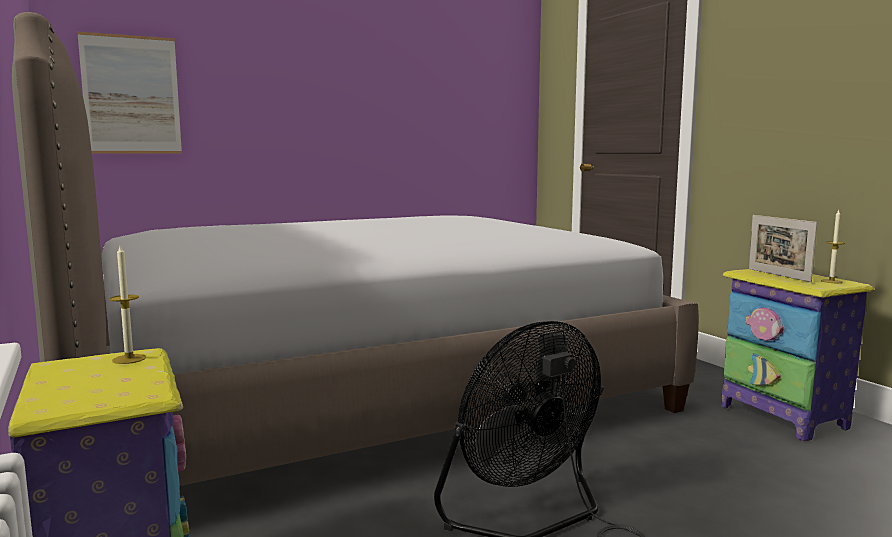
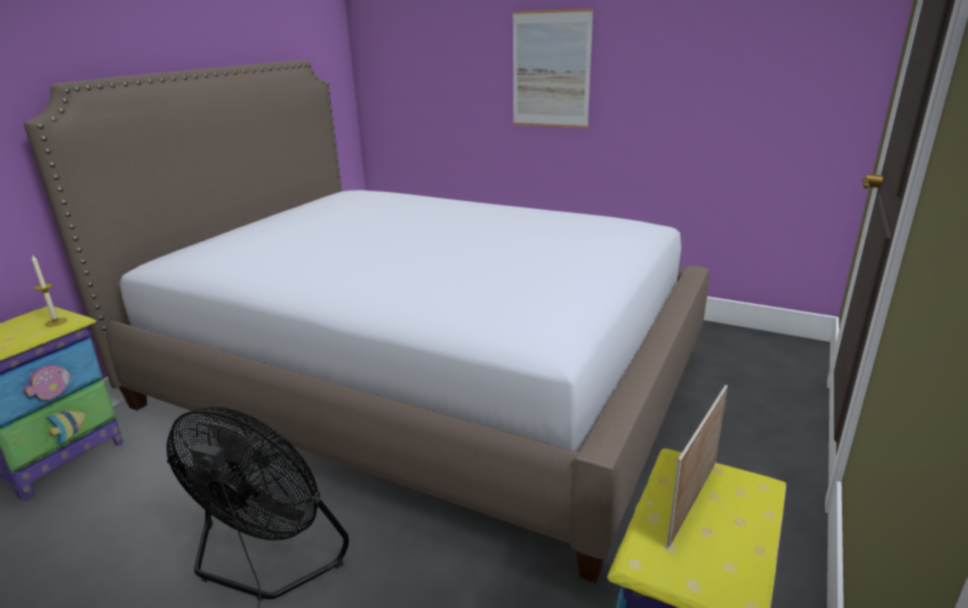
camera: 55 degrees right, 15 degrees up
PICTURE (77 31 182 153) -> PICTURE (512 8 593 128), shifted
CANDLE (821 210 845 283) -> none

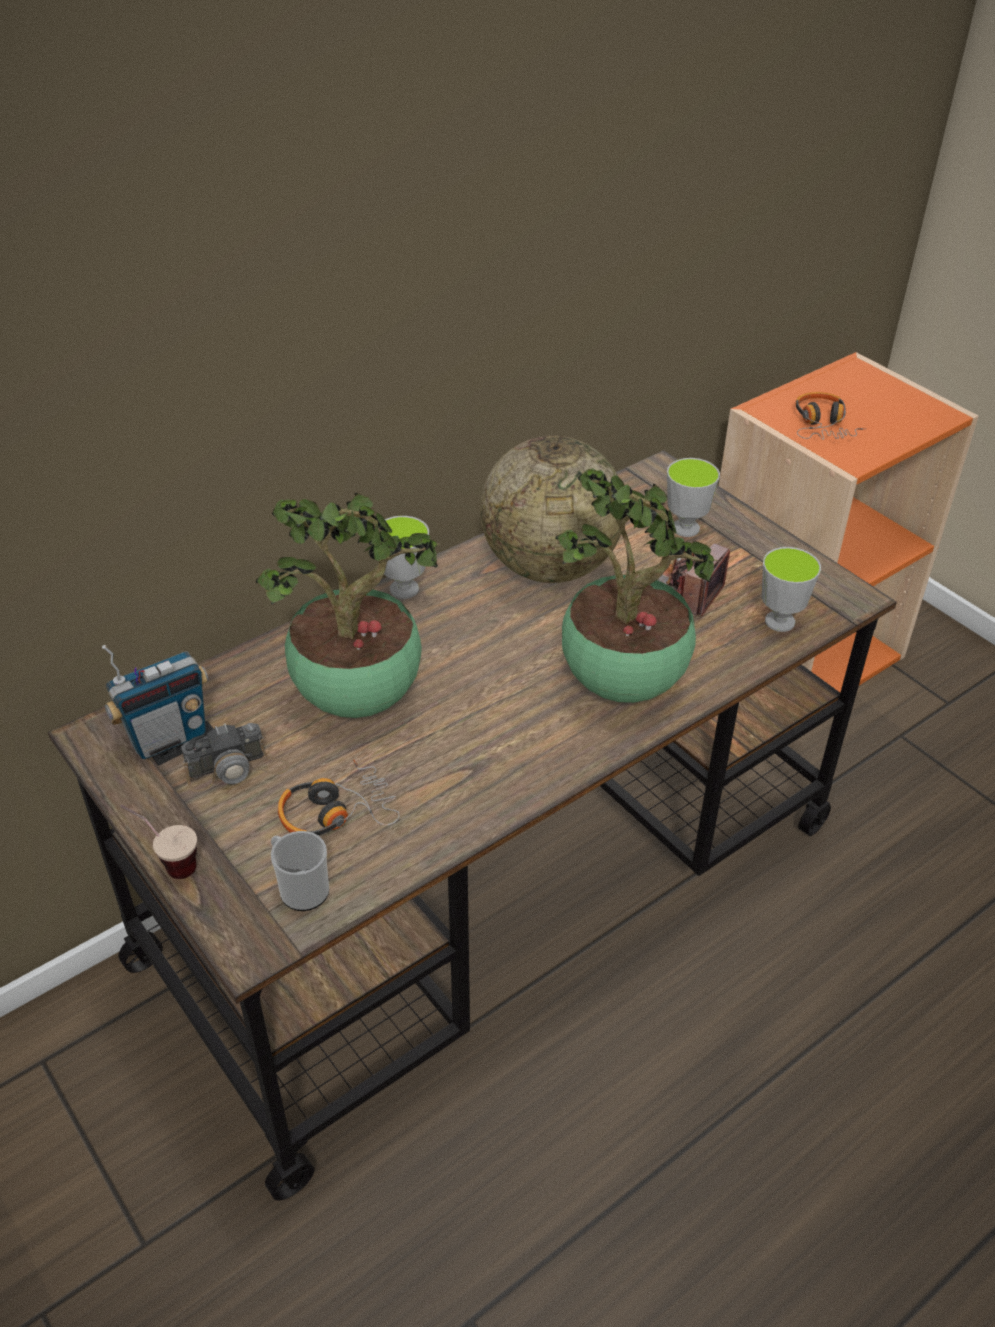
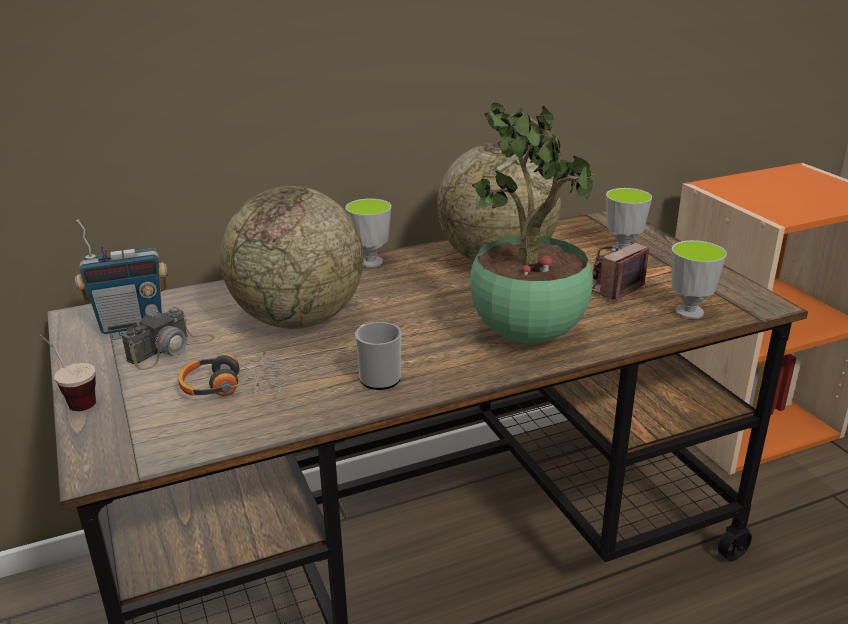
camera: 15 degrees right, 15 degrees down
PHOTO CAMERA (181 723 290 792) -> PHOTO CAMERA (122 307 215 370), 45 degrees counterclockwise
POTTED PLANT (256 493 439 718) -> GLOBE (220 186 364 329)
MUG (271 831 329 911) -> MUG (355 322 402 390), shifted
HEADPHONES (796 392 866 440) -> none

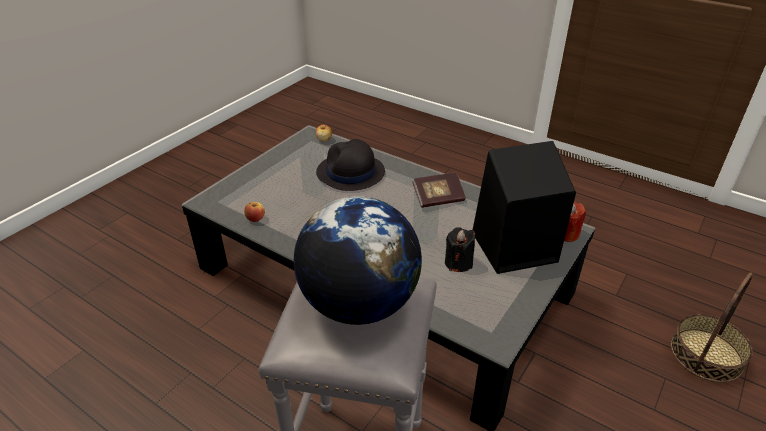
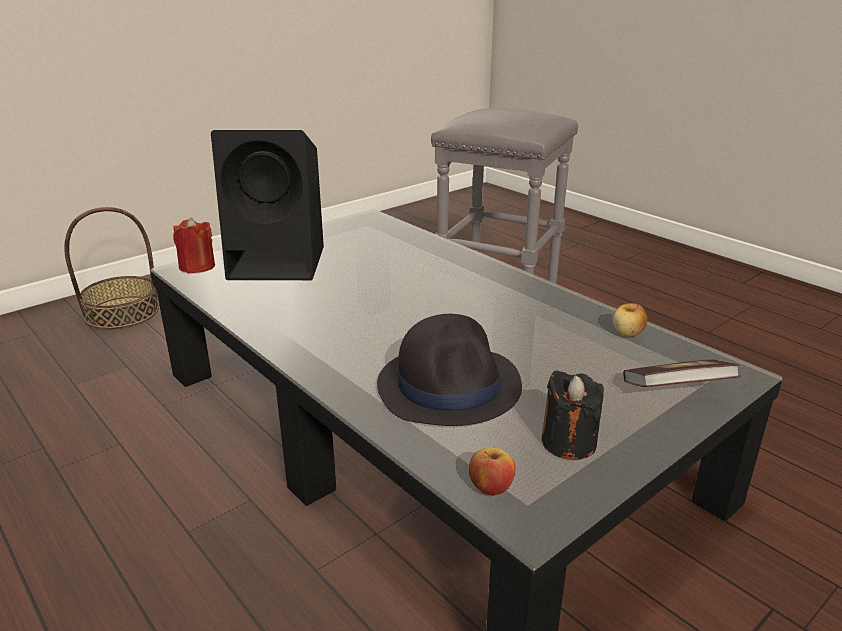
camera: 165 degrees left, 10 degrees down
BLACK CANDLE (445 227 475 272) -> BLACK CANDLE (541 370 604 460), shifted
BOOK (412 173 466 208) -> BOOK (623 359 741 387), shifted
GLOBE (294 196 422 325) -> none

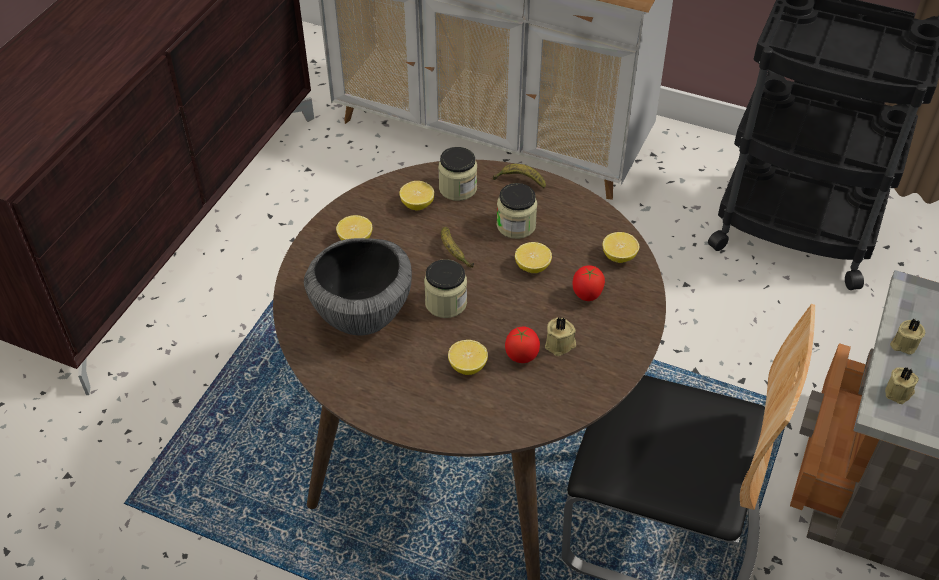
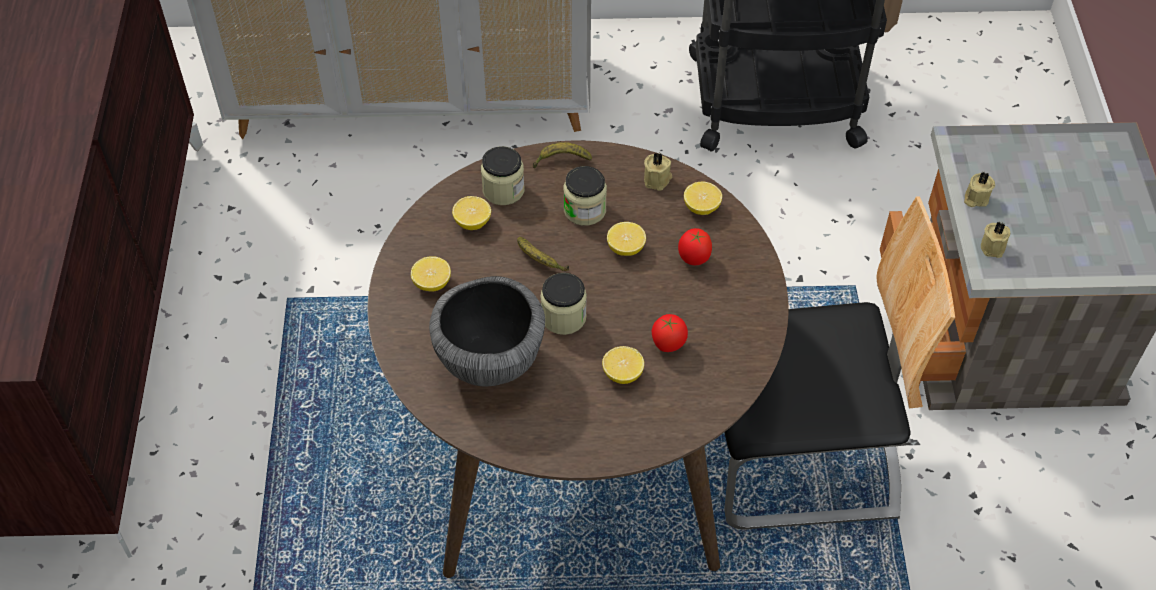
camera: 25 degrees left, 5 degrees up
BEIGE CANDLE (545 318 576 356) -> BEIGE CANDLE (644 153 672 191), shifted

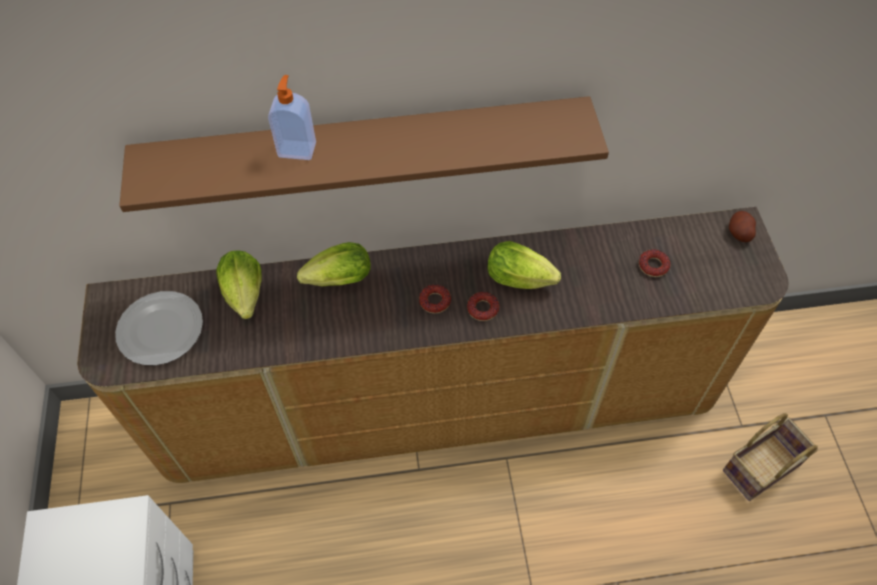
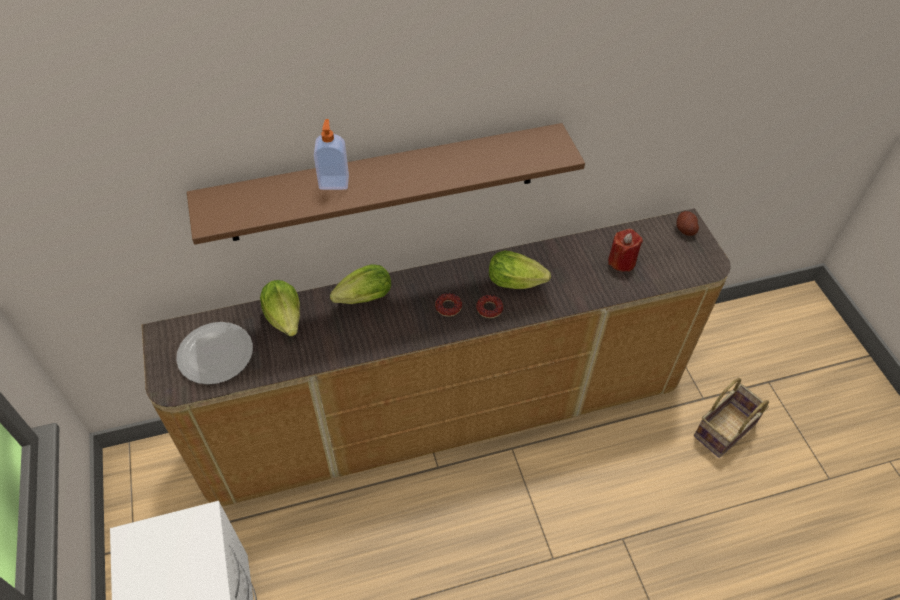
camera: 10 degrees left, 5 degrees down
DONUT (639 250 670 277) -> RED CANDLE (608 229 643 272)

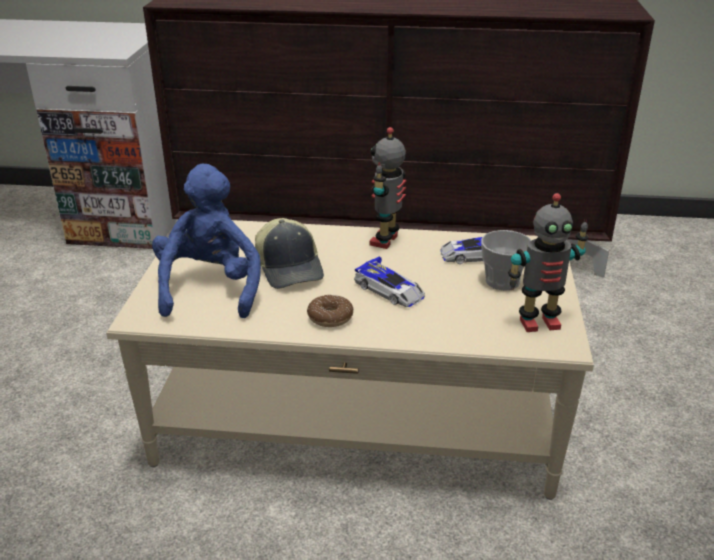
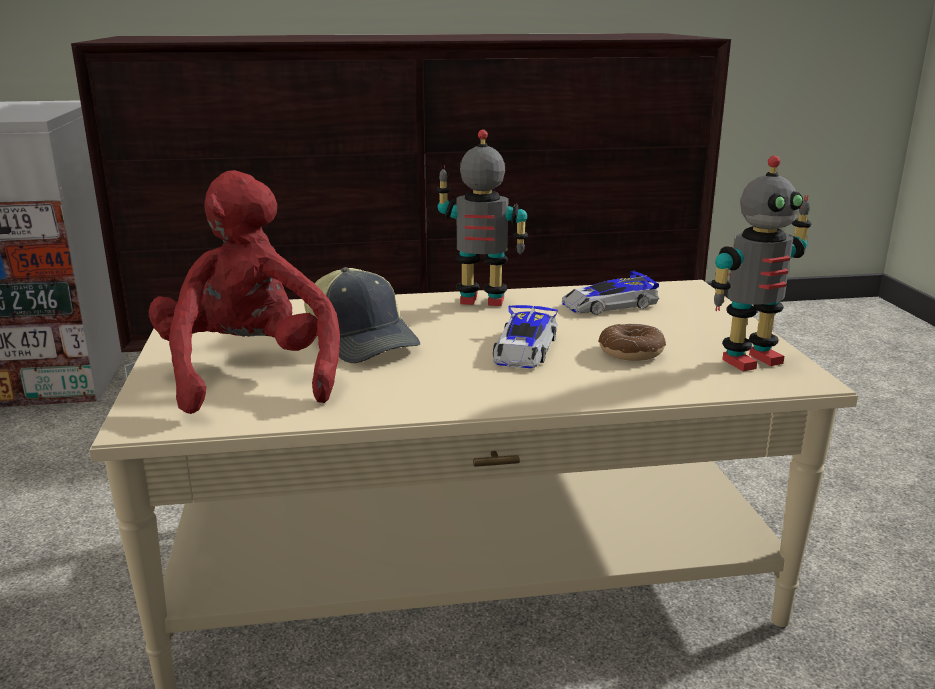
camera: 15 degrees left, 10 degrees down
BLUE PLUSH TOY (152 164 261 318) -> RED PLUSH TOY (149 170 340 414)
TOY ROBOT (369 127 406 249) -> TOY ROBOT (436 130 528 306), 90 degrees clockwise
TOY CAR (354 256 425 307) -> TOY CAR (493 305 558 368), 75 degrees clockwise
DONUT (307 295 353 327) -> DONUT (598 324 666 361), shifted
CUP (481 230 532 291) -> none

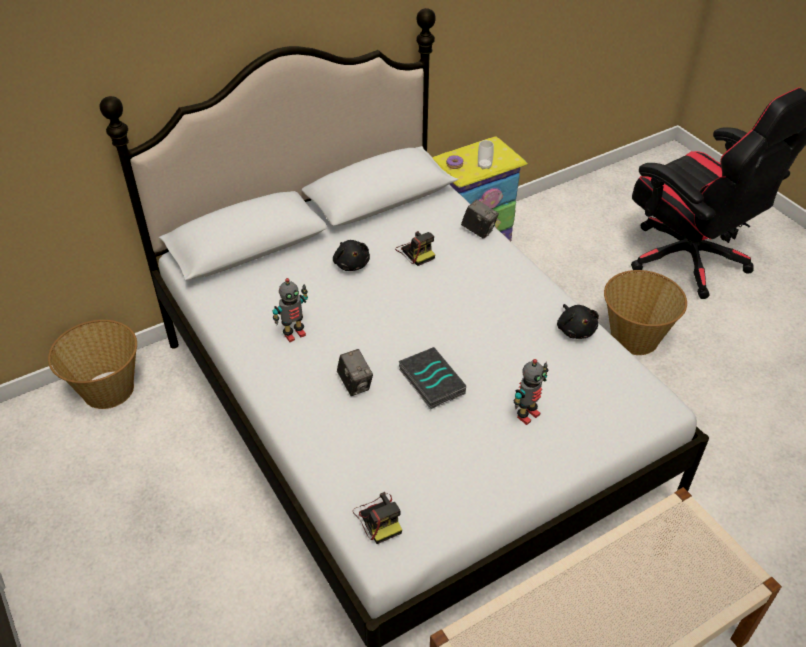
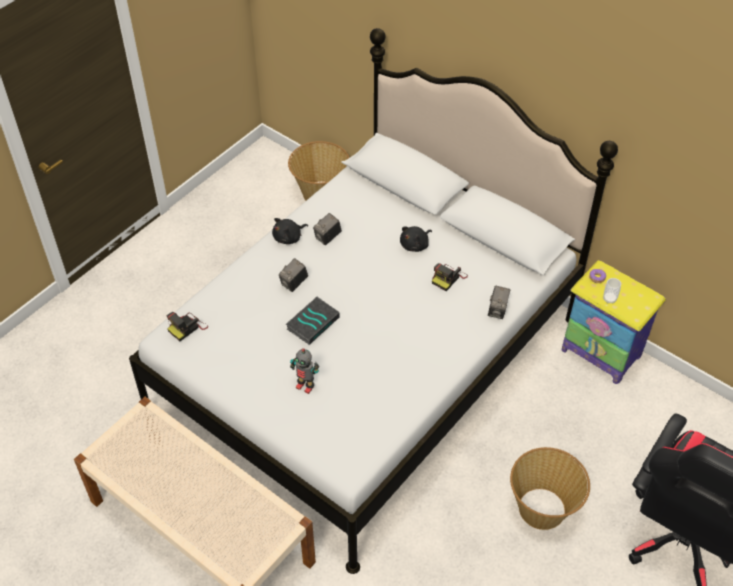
camera: 70 degrees right, 5 degrees up
BLACK PLUSH TOY (557 304 599 339) -> BLACK PLUSH TOY (272 218 308 244), shifted
TOY ROBOT (272 278 308 342) -> PHOTO CAMERA (313 213 342 245)

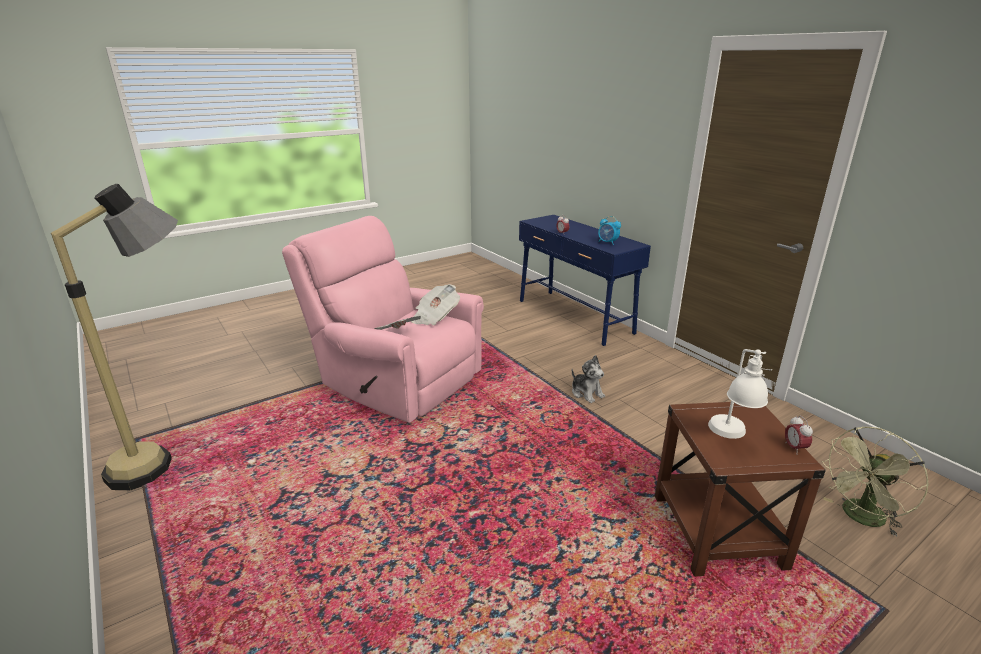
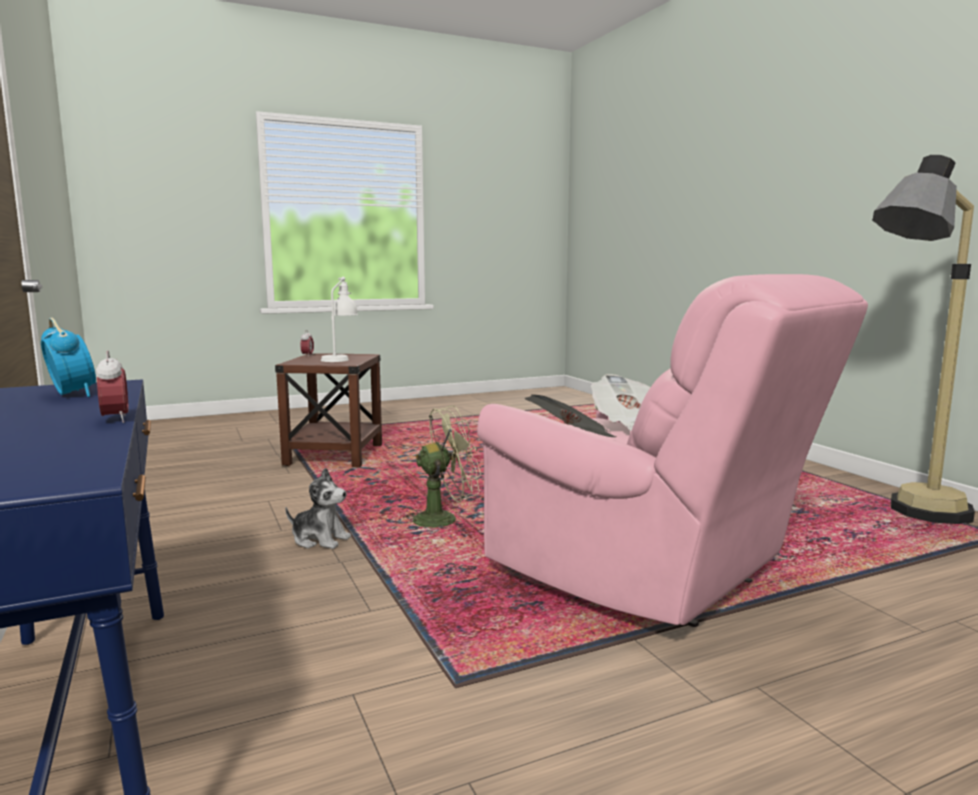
camera: 170 degrees left, 15 degrees down
PLUSH TOY (572 355 605 403) -> PLUSH TOY (285 467 351 549), 135 degrees clockwise
GREEN FAN (822 427 929 537) -> GREEN FAN (403 406 481 528), shifted

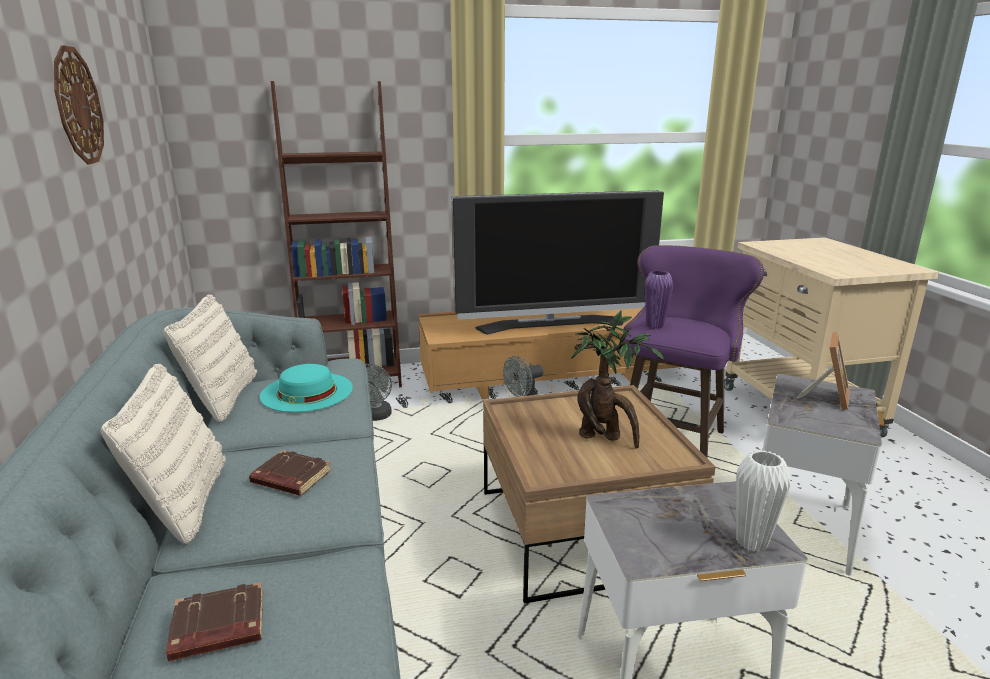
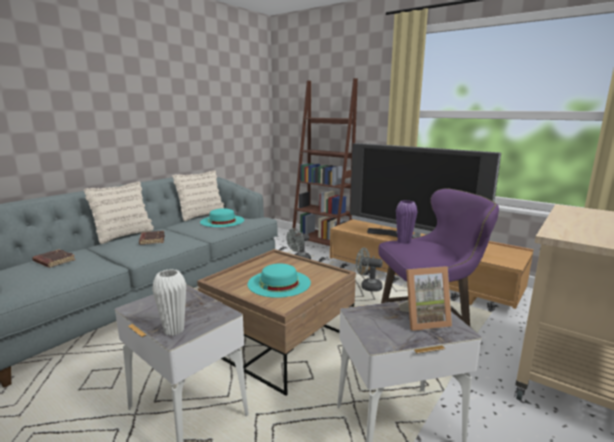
camera: 50 degrees right, 5 degrees down
POTTED PLANT (571 310 664 449) -> TURQUOISE HAT (248 264 311 298)
WALL CLOCK (54 45 104 165) -> none

